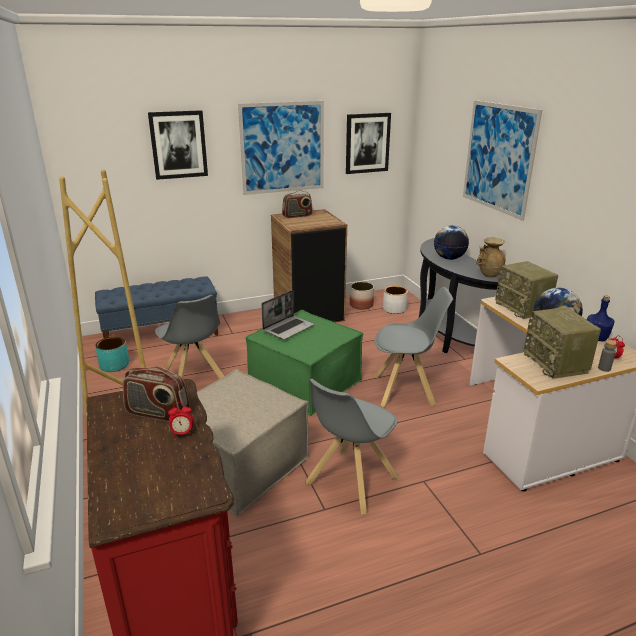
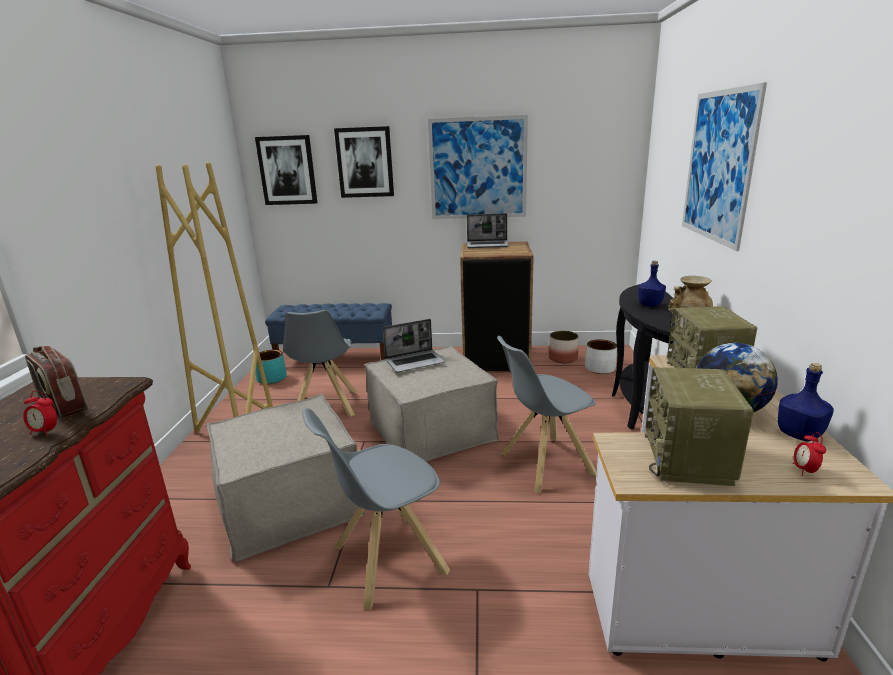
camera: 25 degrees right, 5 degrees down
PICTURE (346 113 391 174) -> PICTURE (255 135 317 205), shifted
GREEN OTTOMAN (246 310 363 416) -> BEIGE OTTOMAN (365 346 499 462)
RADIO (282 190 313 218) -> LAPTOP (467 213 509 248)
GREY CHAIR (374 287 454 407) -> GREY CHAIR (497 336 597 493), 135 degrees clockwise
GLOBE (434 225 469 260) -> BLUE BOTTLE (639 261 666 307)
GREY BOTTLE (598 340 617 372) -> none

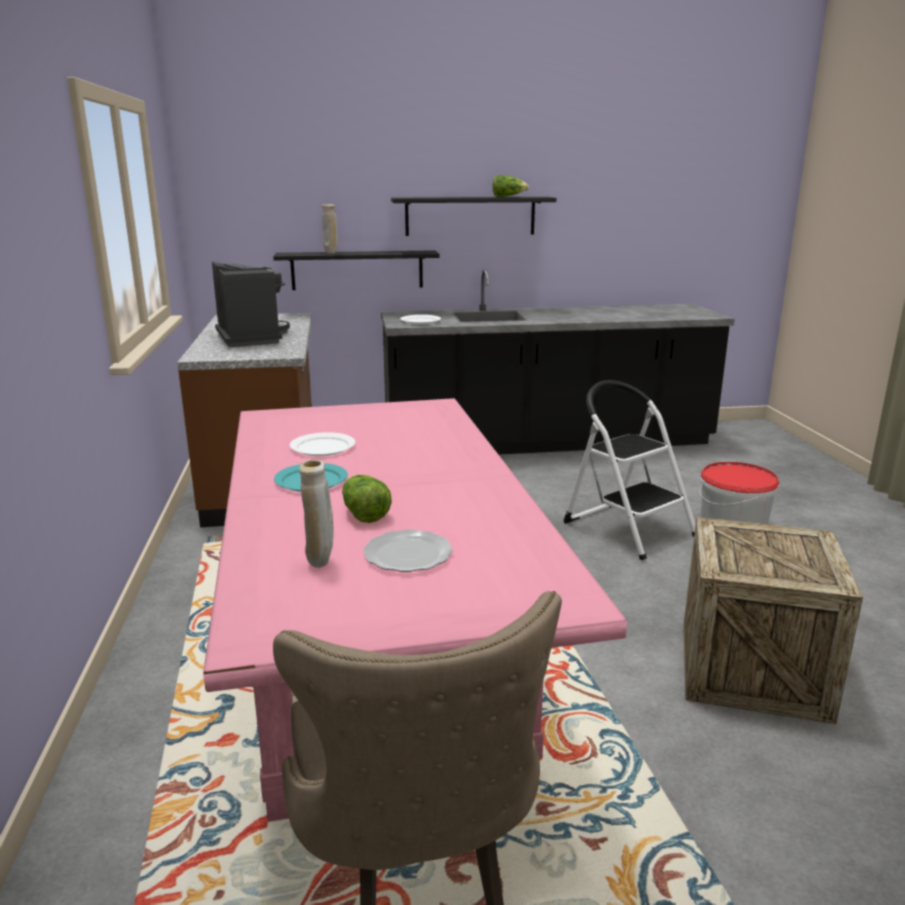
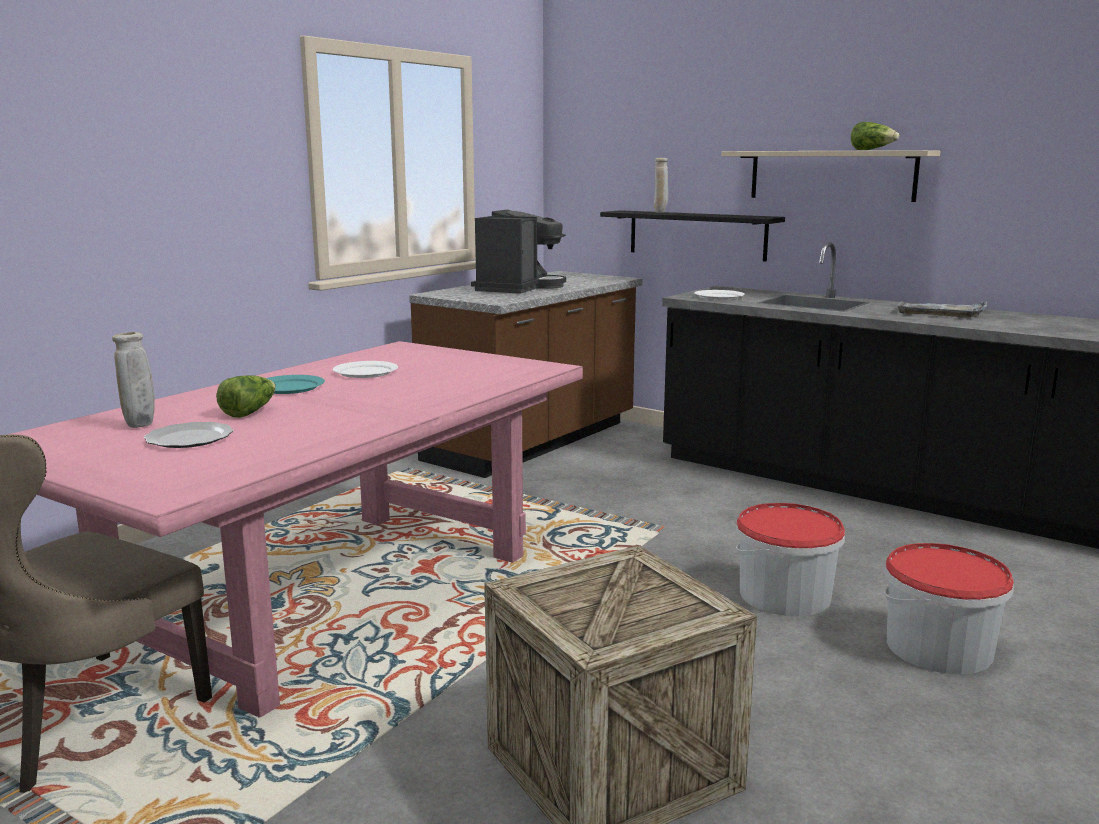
camera: 45 degrees right, 5 degrees down
BLACK SHELF (391 197 556 236) -> BEIGE SHELF (721 150 940 202)
STEP LADDER (564 380 696 560) -> BUCKET (736 503 845 616)
none -> GREY TRAY (896 301 987 318)

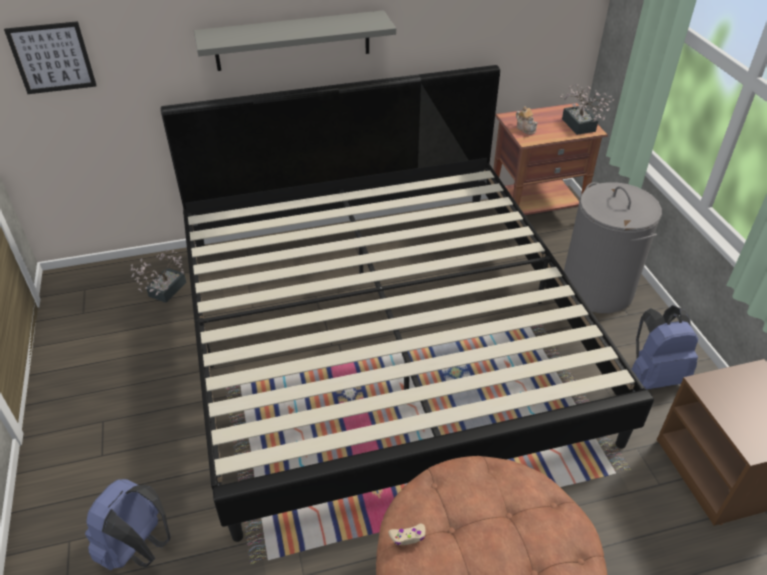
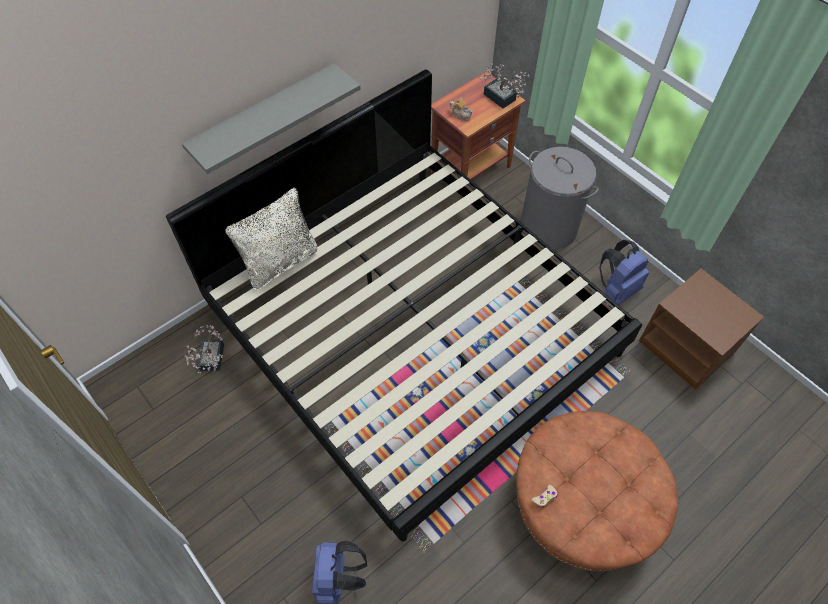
camera: 25 degrees left, 15 degrees up
none -> BEIGE PILLOW (225 187 318 290)
PICTURE (4 21 97 94) -> none

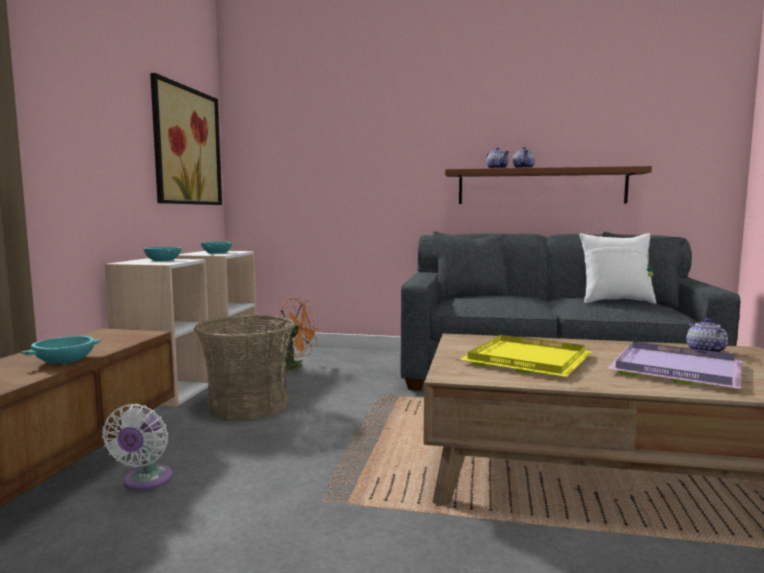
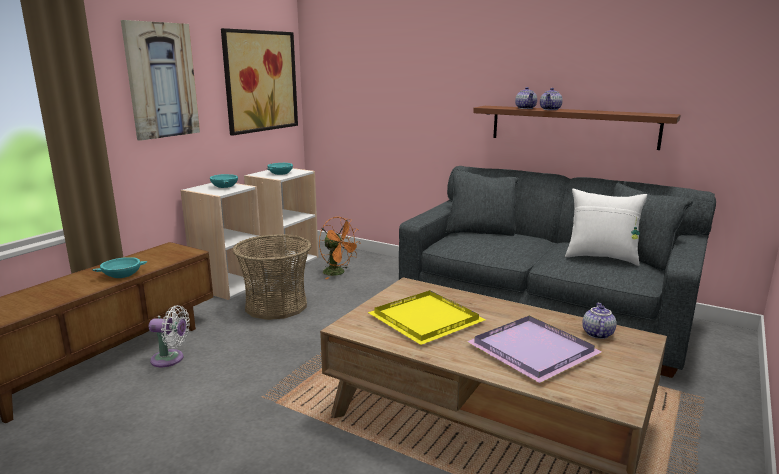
camera: 20 degrees right, 10 degrees up
none -> PICTURE (121 20 200 141)
WHITE FAN (102 404 173 491) -> WHITE FAN (149 305 190 367), 105 degrees counterclockwise

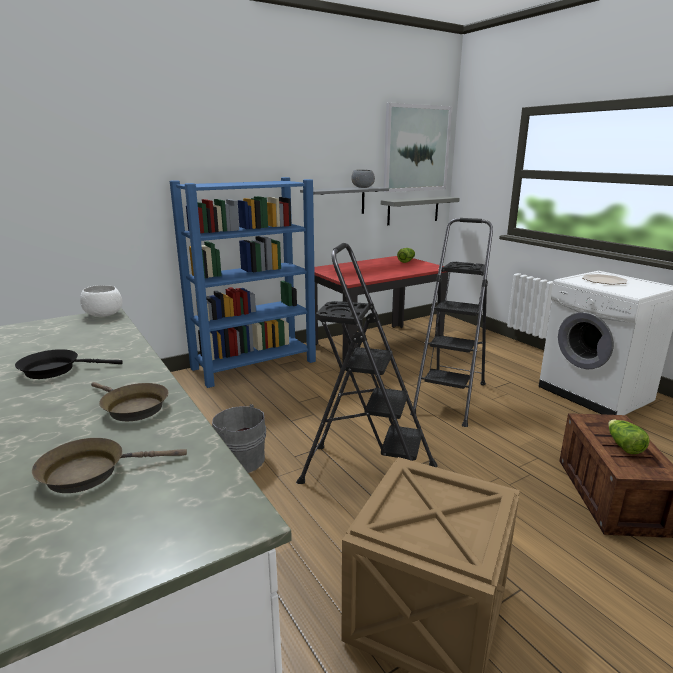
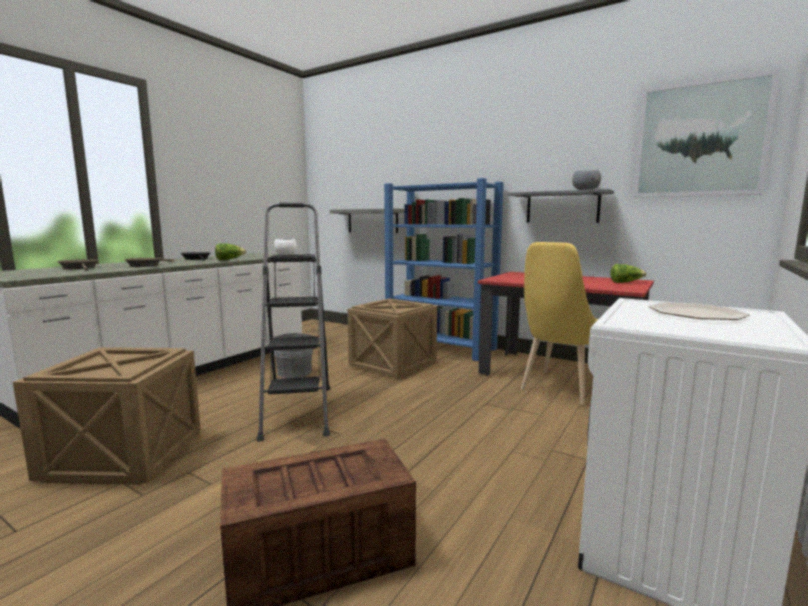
camera: 65 degrees right, 10 degrees down
LETTUCE (609 419 649 454) -> LETTUCE (215 243 246 260), shifted
GREY SHELF (381 196 460 225) -> GREY SHELF (330 208 405 233), shifted
none -> CRATE (348 298 437 379)
none -> YELLOW CHAIR (521 242 598 406)
STEP LADDER (410 218 493 427) -> none

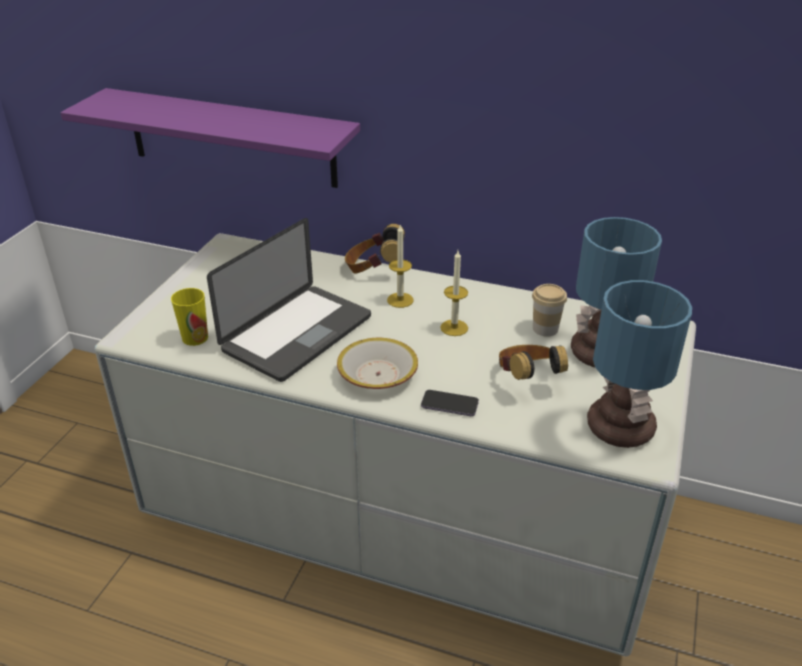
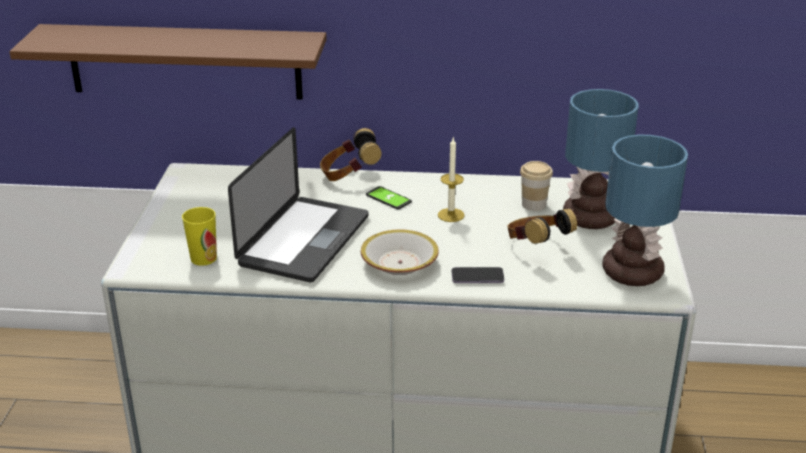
camera: 15 degrees left, 5 degrees down
PURPLE SHELF (60 88 360 188) -> BROWN SHELF (9 24 327 100)
CANDLE (387 225 413 308) -> PHONE (366 186 412 209)

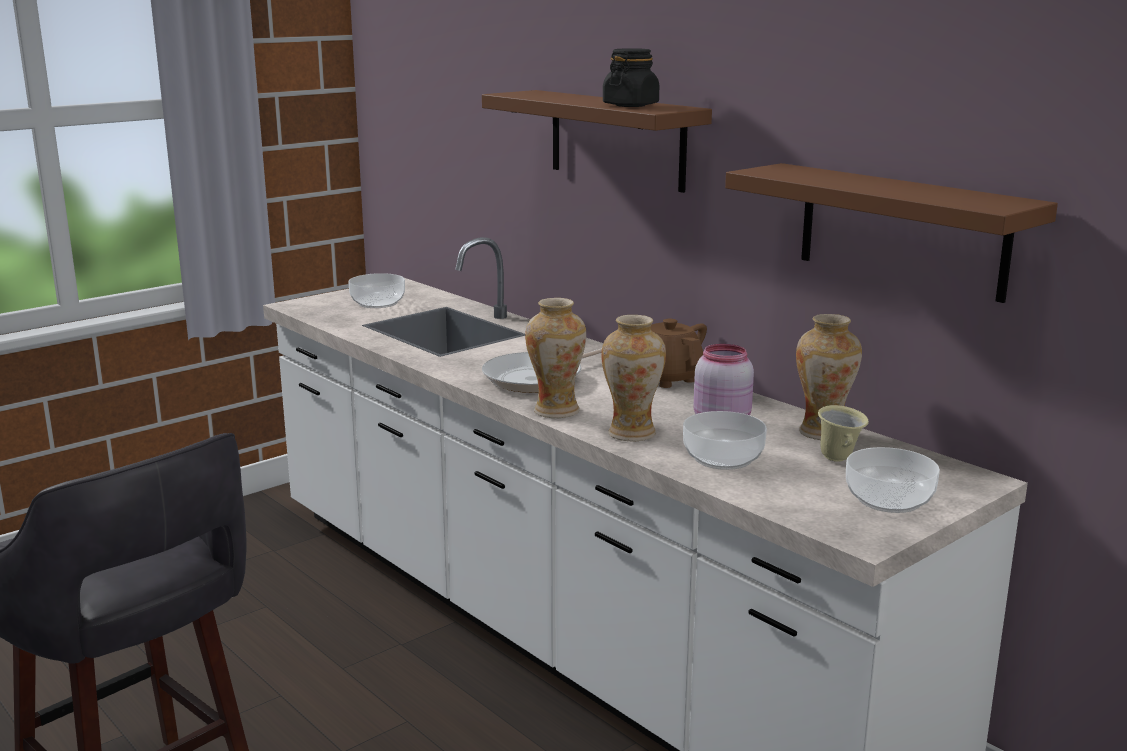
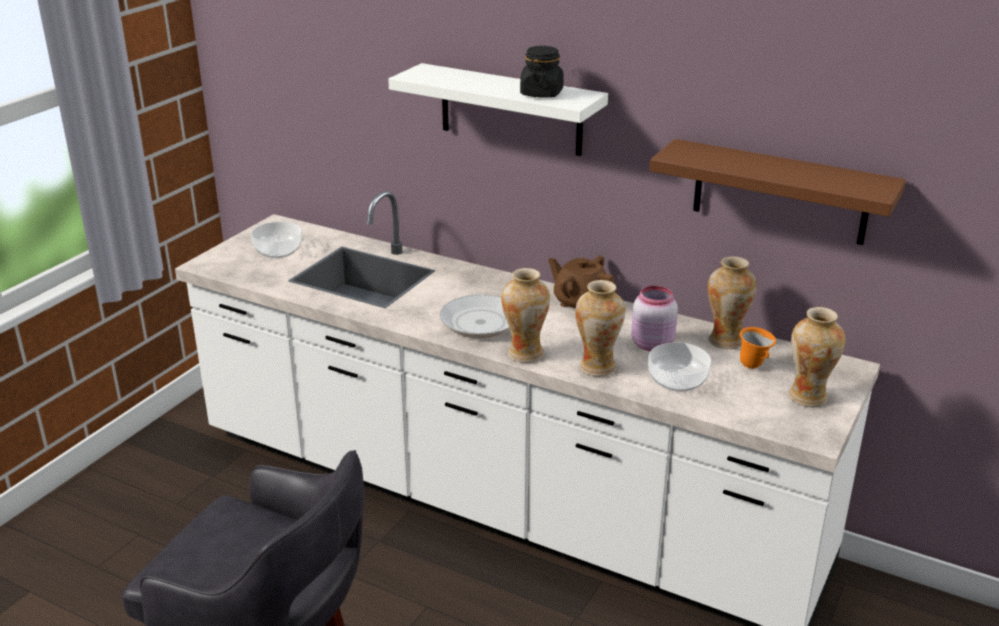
camera: 20 degrees left, 10 degrees up
BROWN SHELF (482 90 712 193) -> WHITE SHELF (388 63 608 156)
BEIGE MUG (818 405 869 462) -> ORANGE MUG (740 327 776 369)
BOWL (846 447 940 513) -> VASE (788 307 845 407)

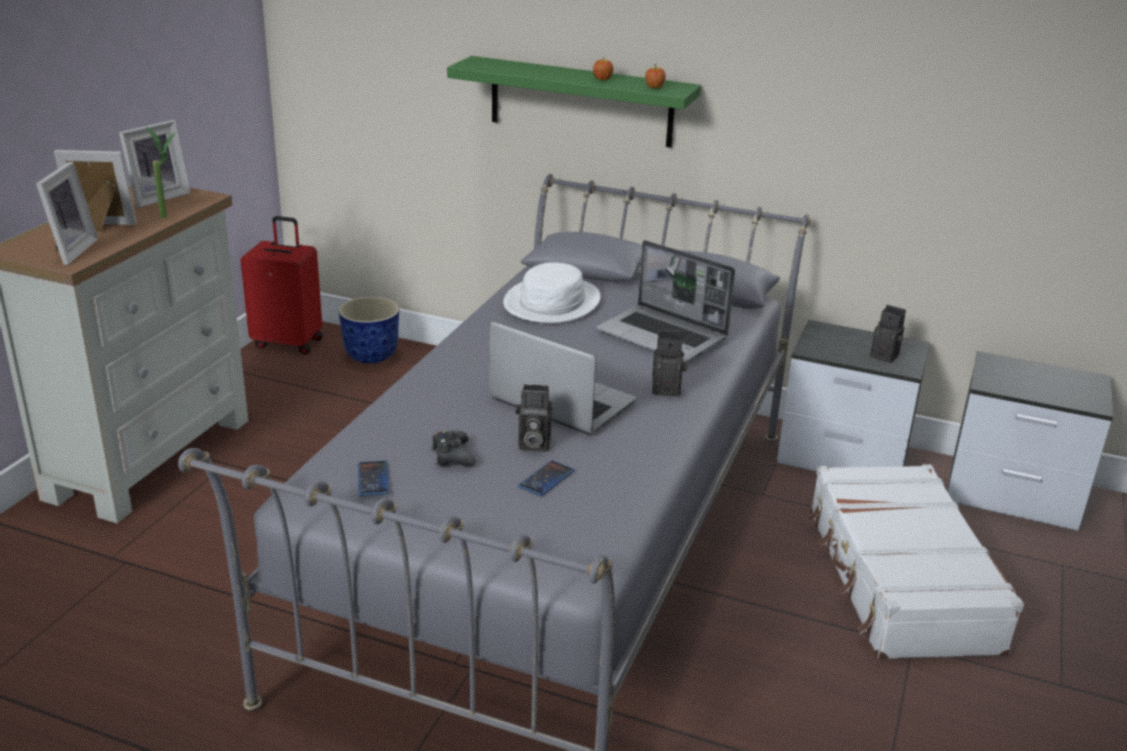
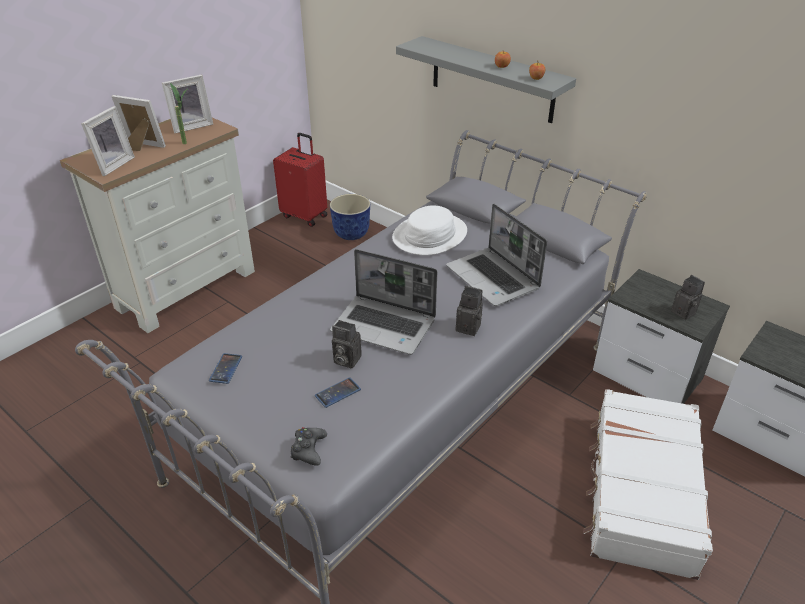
camera: 20 degrees right, 10 degrees up
BLACK GAME CONTROLLER (431 431 476 466) -> BLACK GAME CONTROLLER (290 427 327 466), shifted
LAPTOP (489 321 636 434) -> LAPTOP (330 249 437 355), 150 degrees clockwise
GREEN SHELF (447 56 701 148) -> GREY SHELF (396 36 576 123)

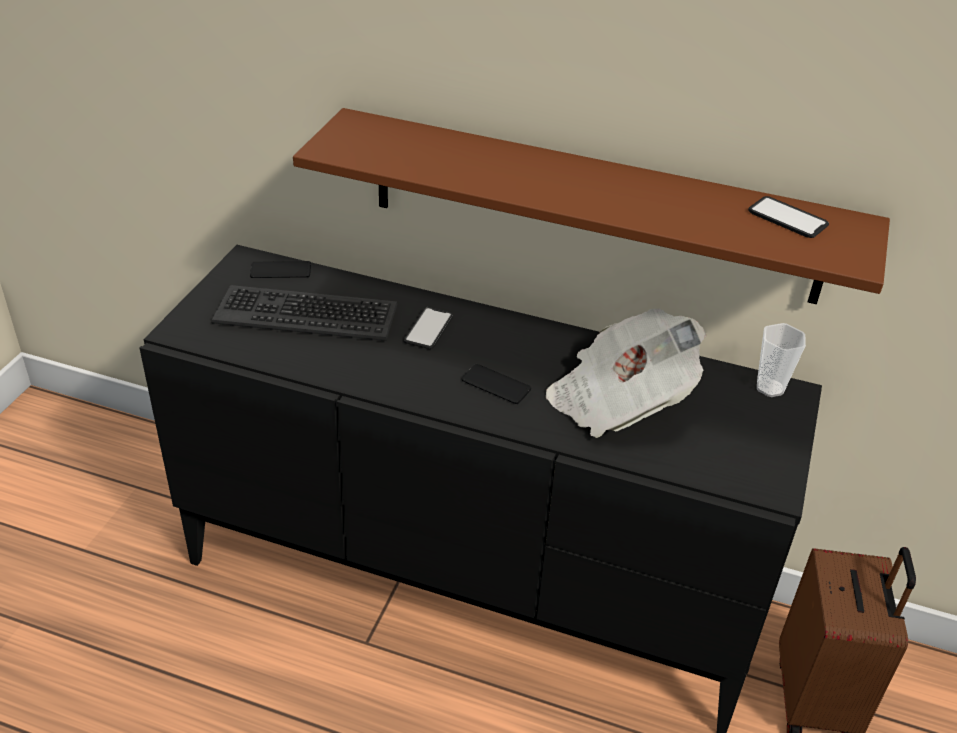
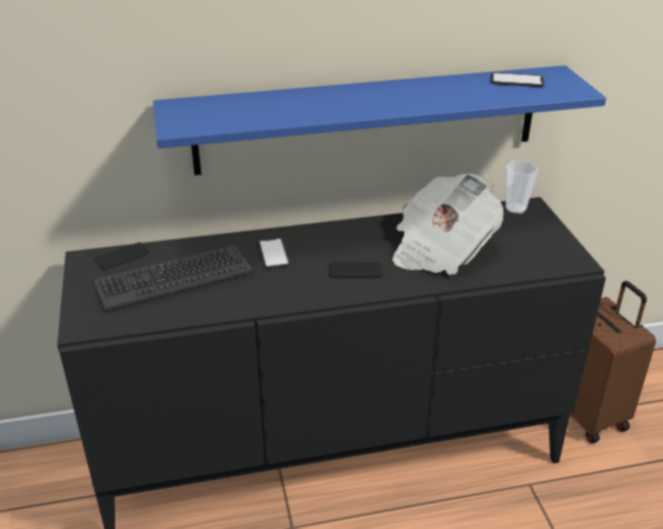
camera: 30 degrees left, 5 degrees down
BROWN SHELF (293 108 890 304) -> BLUE SHELF (153 65 606 175)

